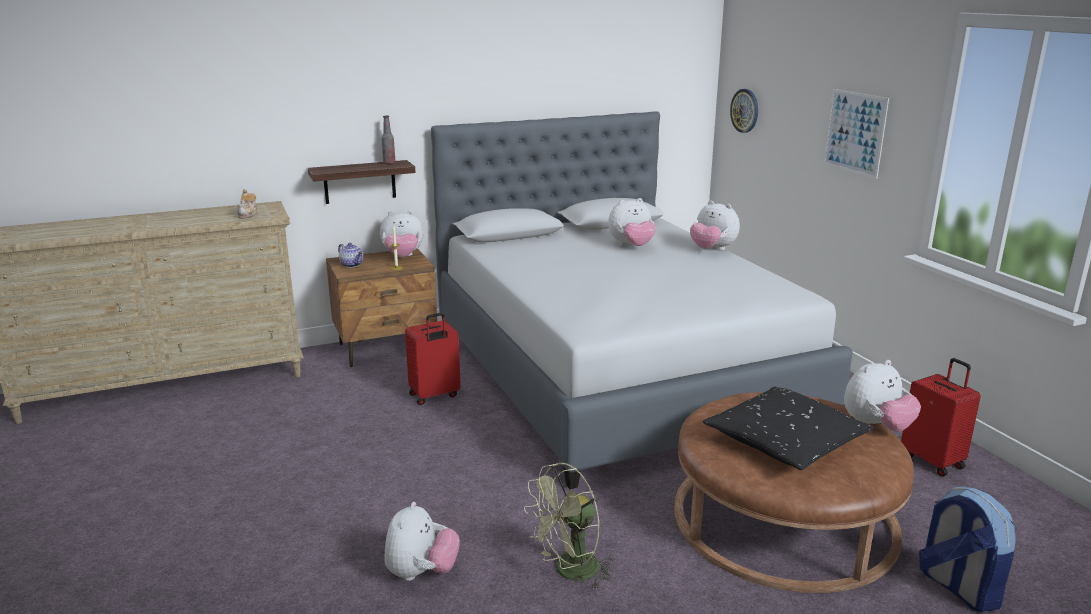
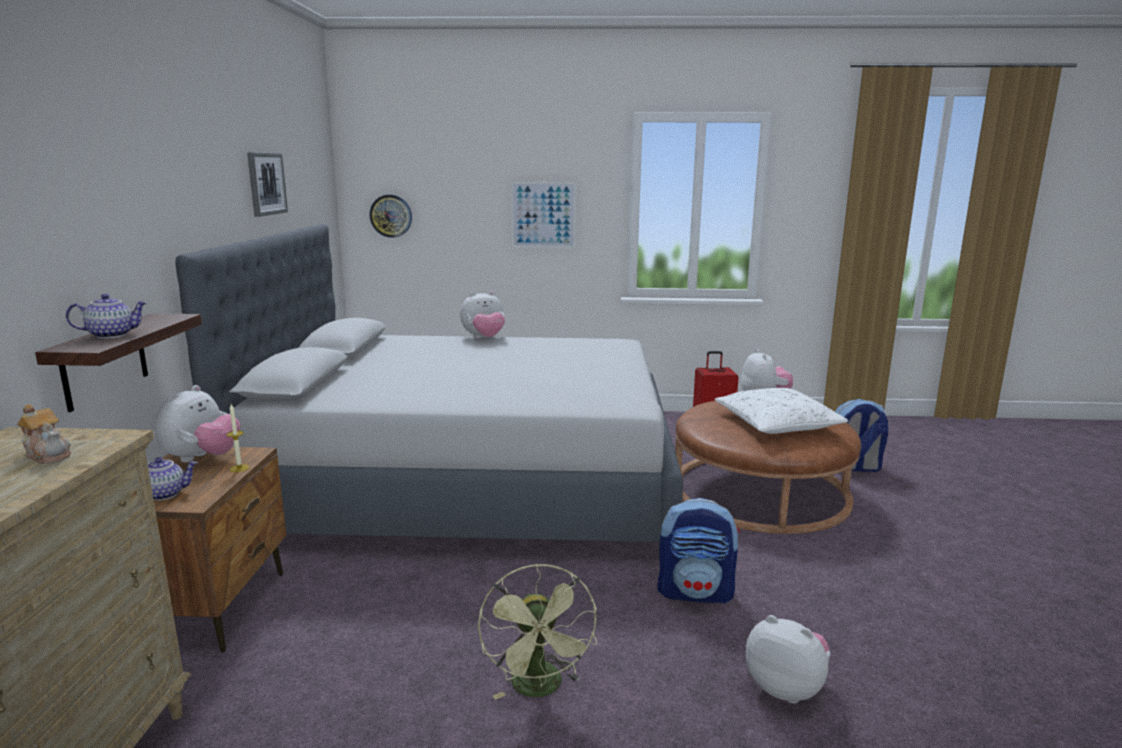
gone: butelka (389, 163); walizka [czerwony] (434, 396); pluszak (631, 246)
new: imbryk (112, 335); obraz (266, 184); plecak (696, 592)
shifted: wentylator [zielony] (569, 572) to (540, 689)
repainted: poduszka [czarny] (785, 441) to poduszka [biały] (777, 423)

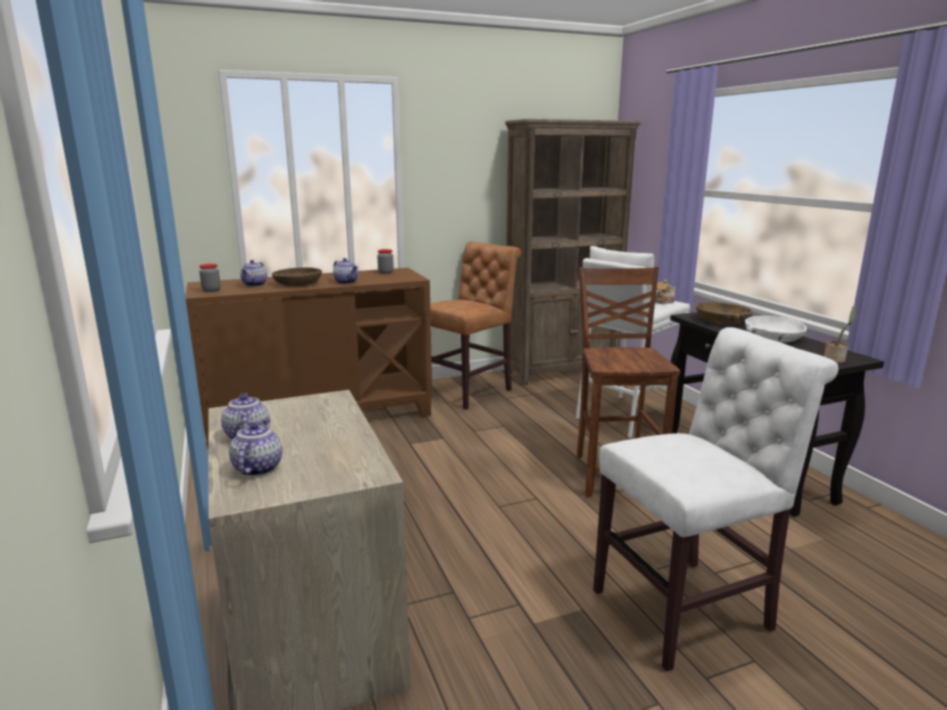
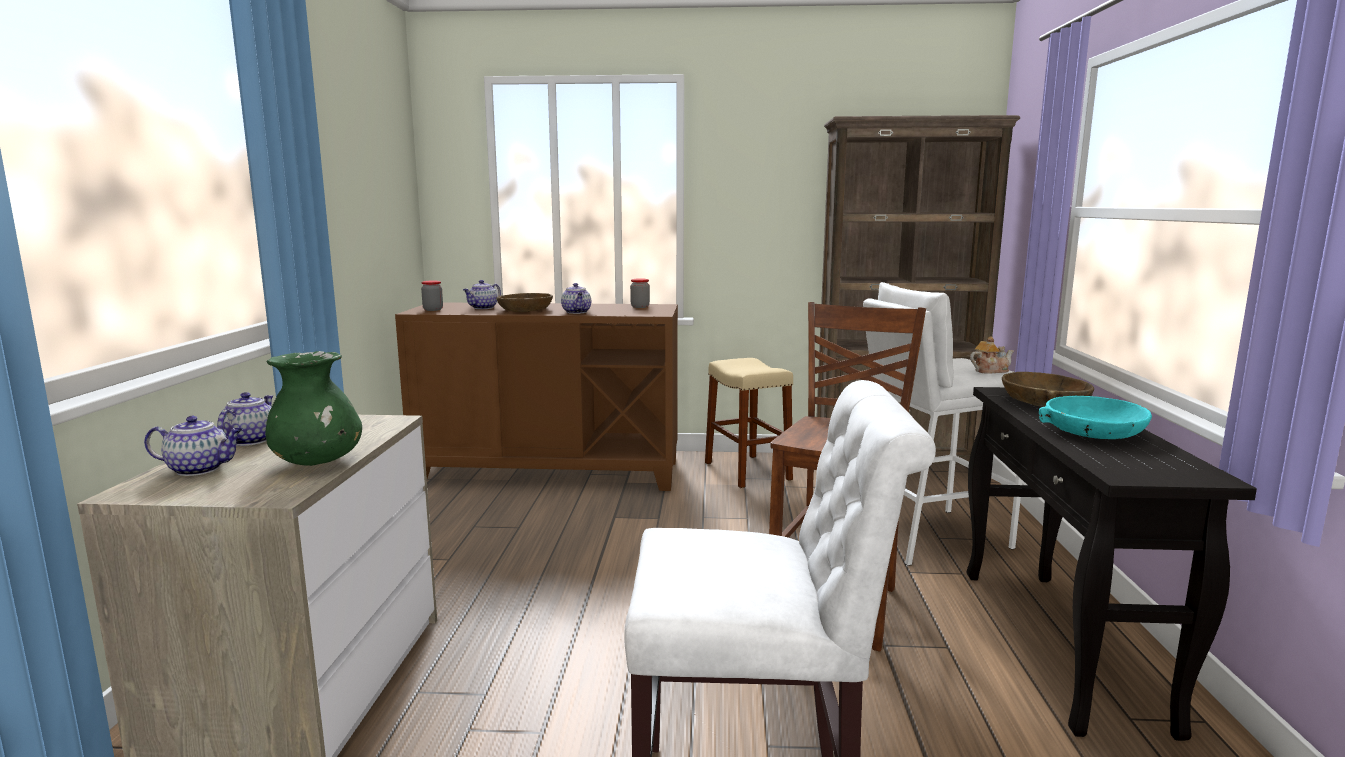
gone: roślina doniczkowa (835, 360)
new: wazon [zielony] (318, 462)
swapped: krzesło [brązowy] (470, 391) to stołek [beżowy] (747, 471)
repainted: miska [biały] (773, 338) to miska [turkusowy] (1093, 431)
rotated: imbryk (257, 467) = (200, 469) 60 degrees clockwise

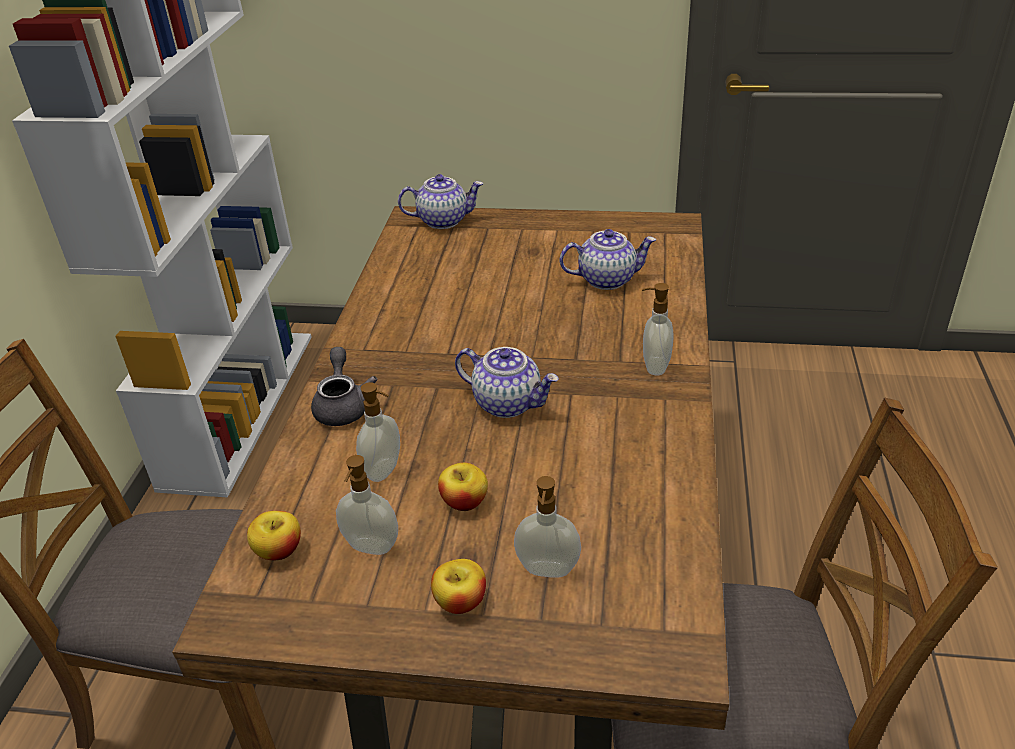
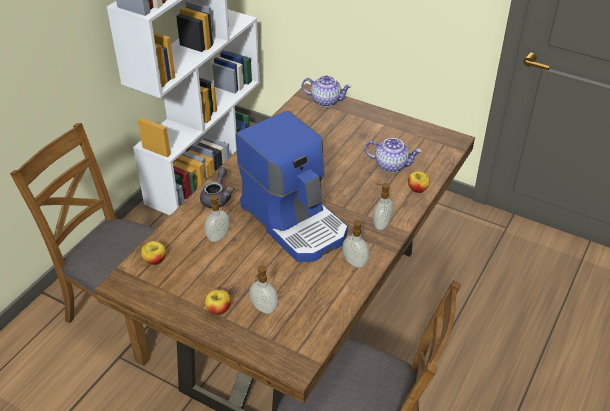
shifted: dozownik mydła (370, 547) to (354, 263); jabłko (464, 502) to (417, 189)
swapped: imbryk (508, 403) to ekspres do kawy (295, 221)

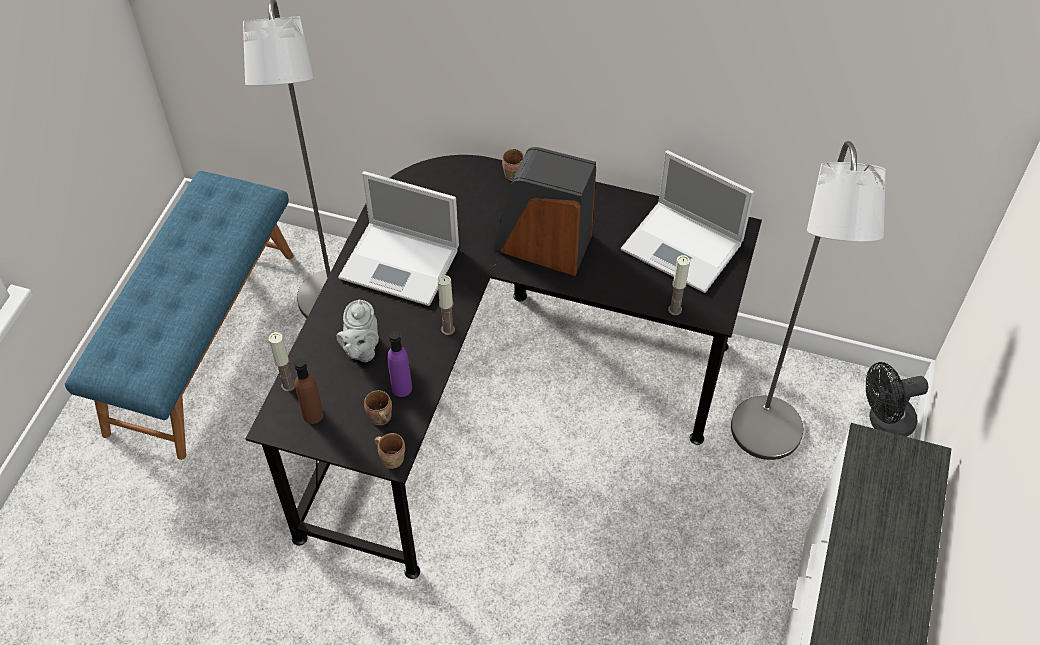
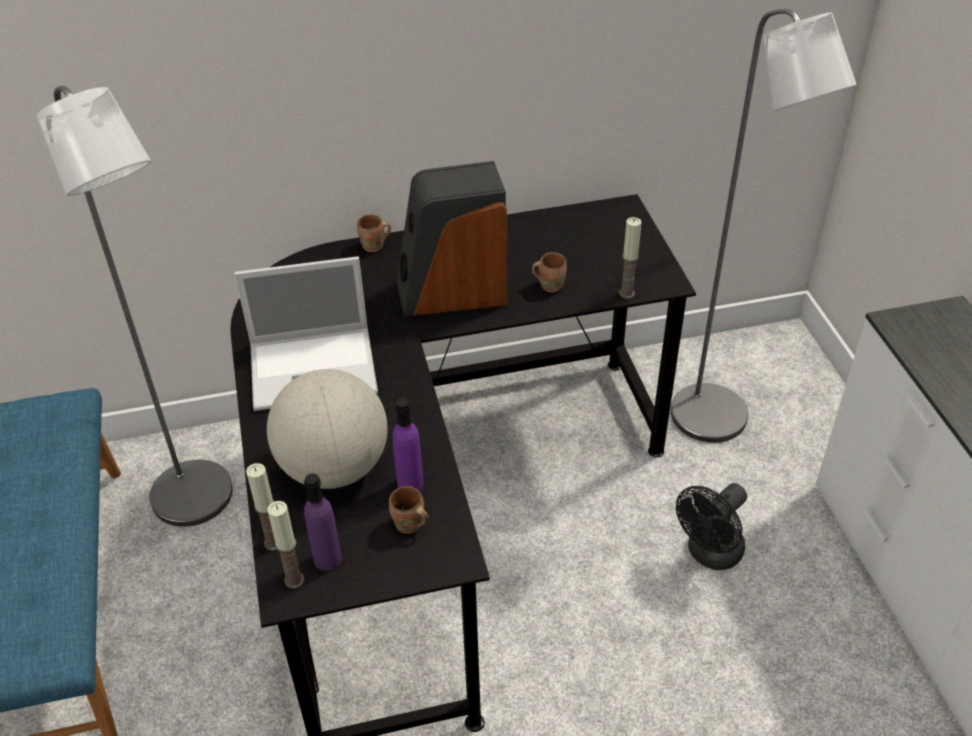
gone: laptop (684, 247)
shifted: kubek [brązowy] (392, 458) to (550, 284); świeca (448, 329) to (294, 580); wentylator [czarny] (884, 422) to (709, 554)
swapped: imbryk [szary] (361, 349) to globus (334, 467)
repainted: butelka [brązowy] (313, 415) to butelka [fioletowy] (327, 559)

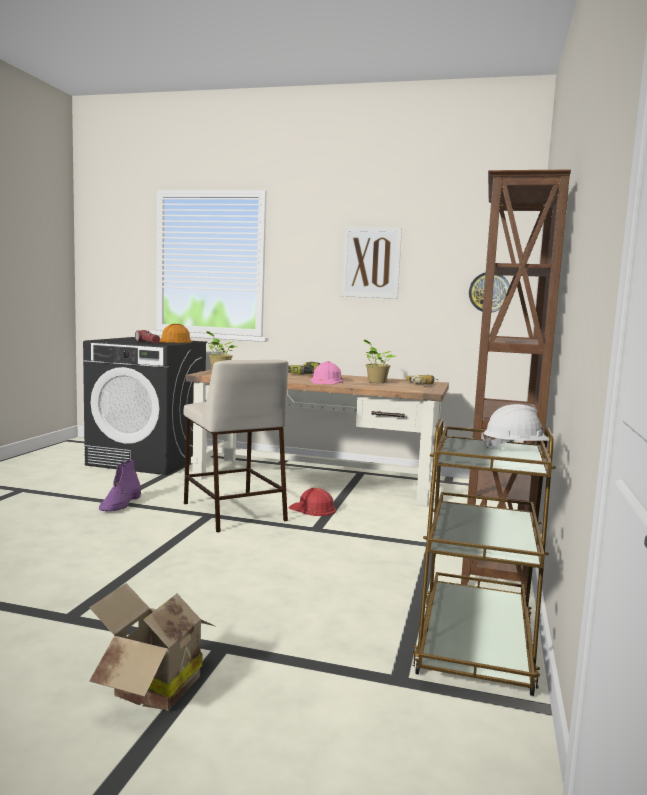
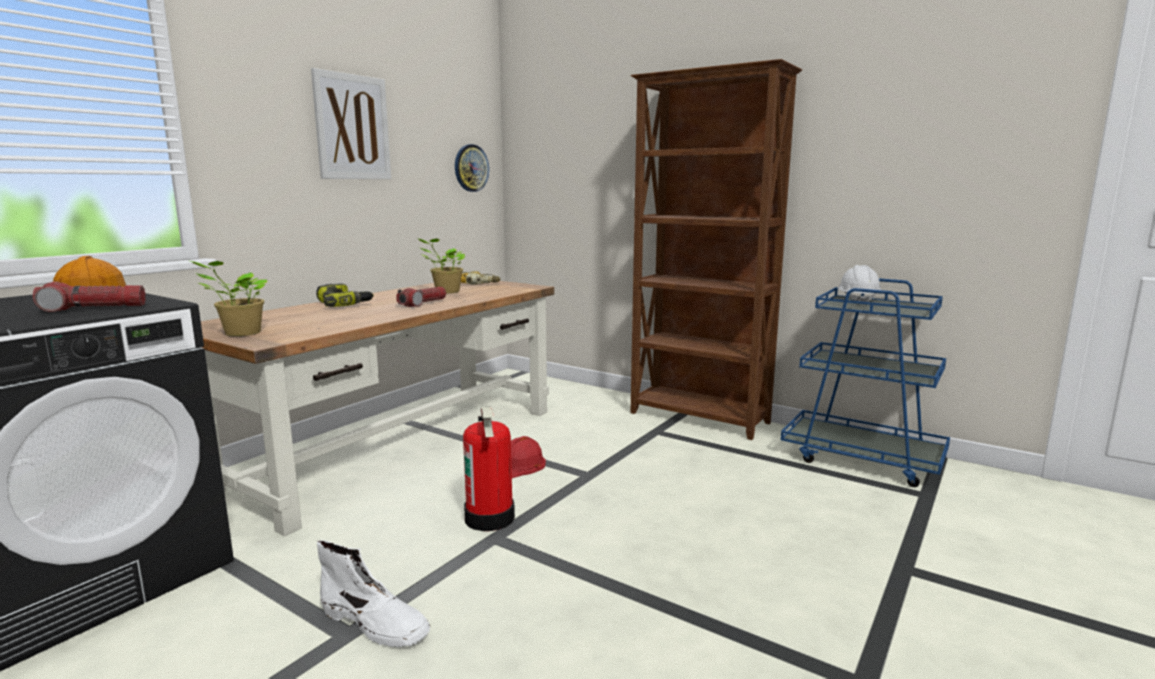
gone: karton (151, 688)
swapped: stołek [beżowy] (233, 511) to gaśnica (490, 518); kask [różowy] (326, 381) to latarka (423, 303)
repainted: but z cholewką [fioletowy] (120, 505) to but z cholewką [biały] (375, 624); wózek [brązowy] (475, 647) to wózek [niebieski] (862, 458)

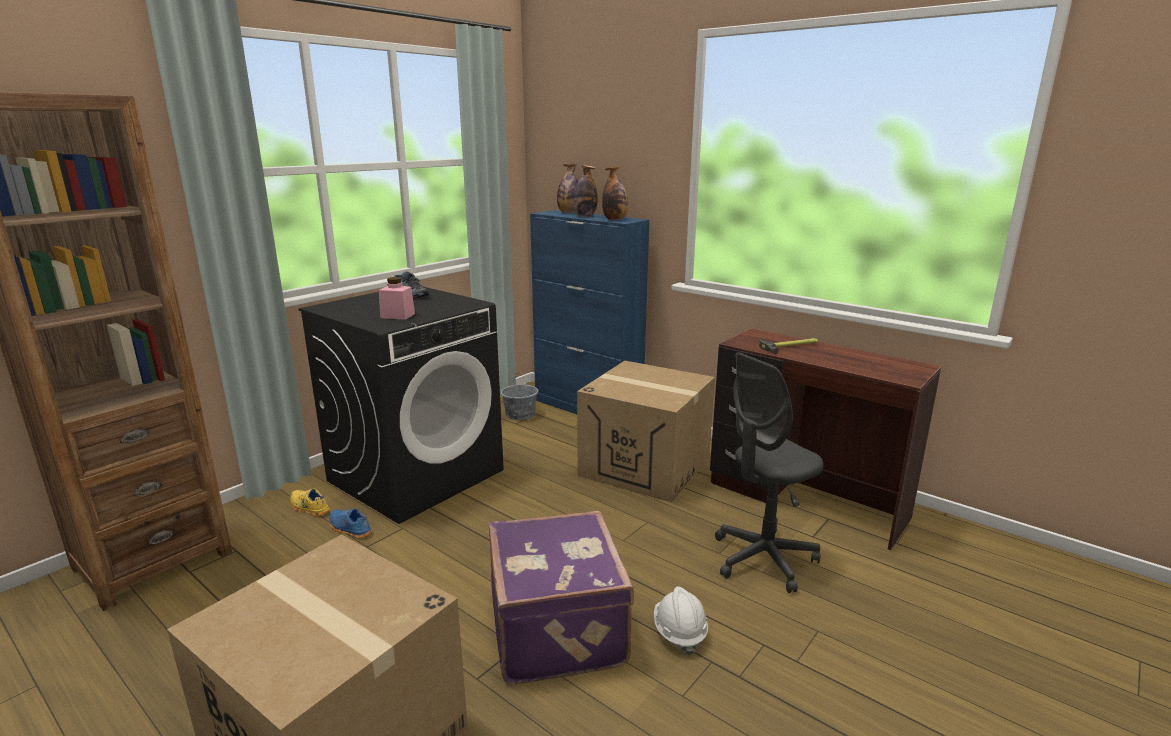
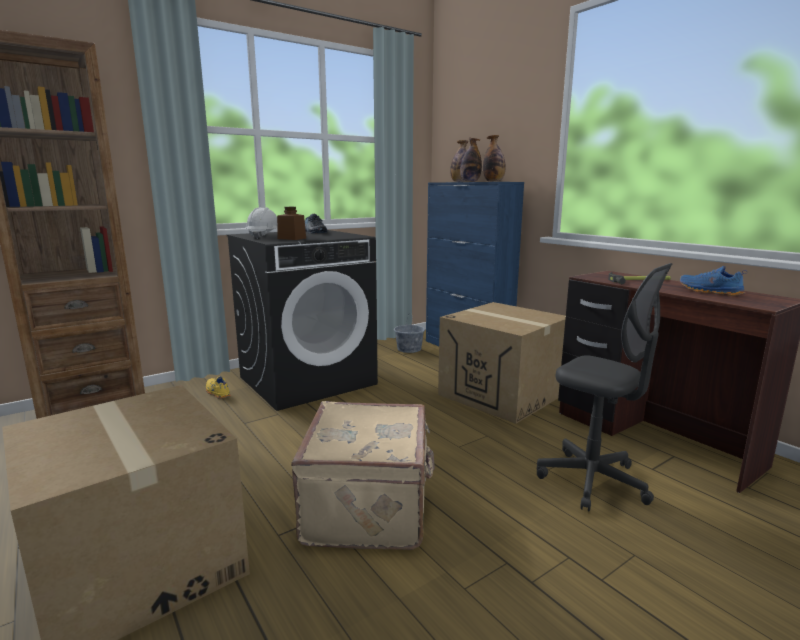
shifted: but [niebieski] (349, 529) to (709, 292); kask [biały] (679, 632) to (264, 237)
repainted: słoik [różowy] (397, 315) to słoik [brązowy] (292, 238); walizka [fioletowy] (559, 628) to walizka [beżowy] (370, 507)
rotated: krzesło biurowe [szary] (763, 559) = (592, 481) 120 degrees counterclockwise

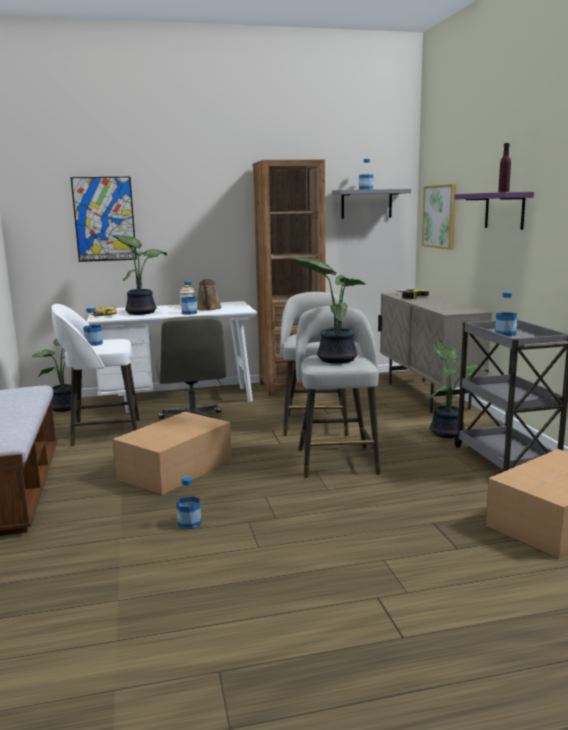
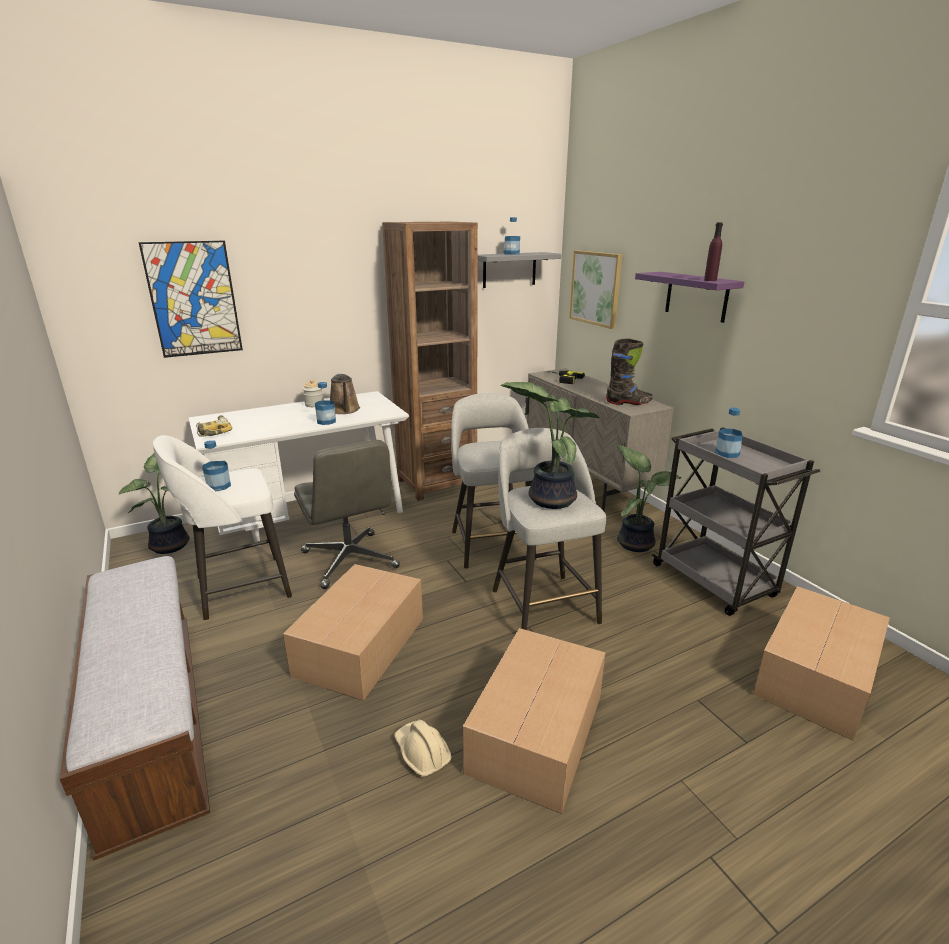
gone: roślina doniczkowa (141, 312)
new: karton (538, 731); but z cholewką [czarny] (628, 403)
swapped: butelka (189, 523) to kask [beżowy] (421, 752)

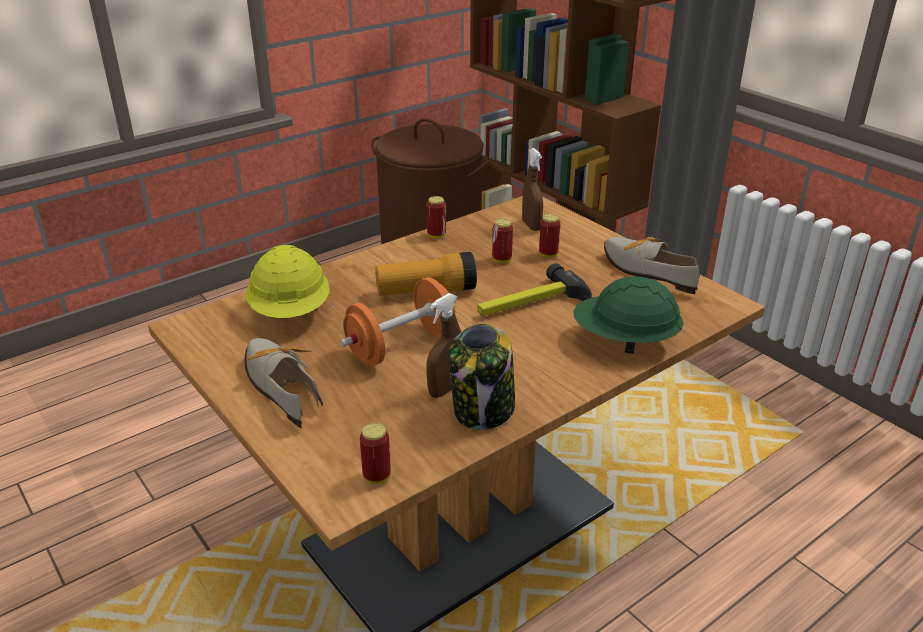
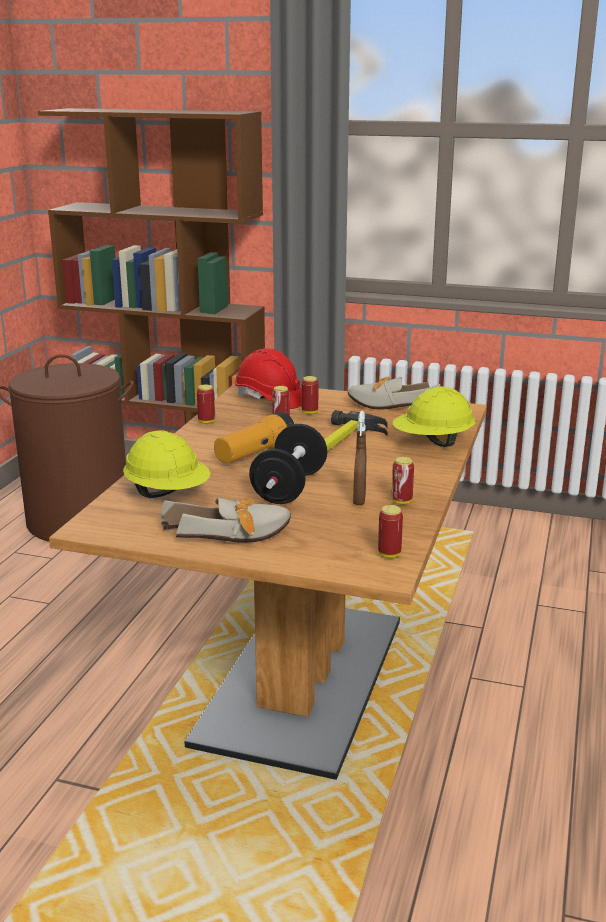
swapped: słoik (483, 410) to puszka (401, 501); spryskiwacz [brązowy] (531, 226) to kask [czerwony] (270, 399)
repainted: hantel [pomarańczowy] (401, 346) to hantel [czarny] (289, 488); kask [zielony] (624, 341) to kask [żółty] (433, 443)
rotated: but (281, 384) = (235, 534) 150 degrees clockwise

